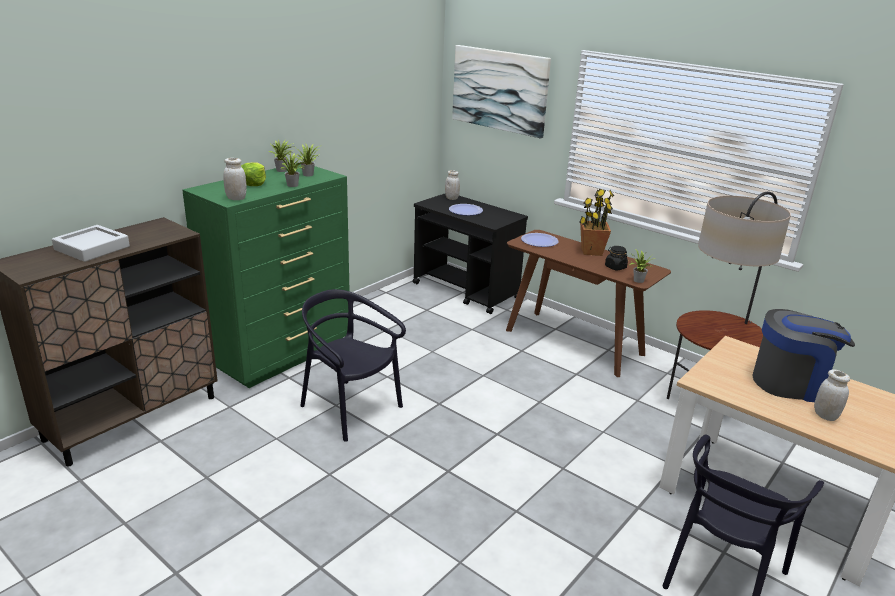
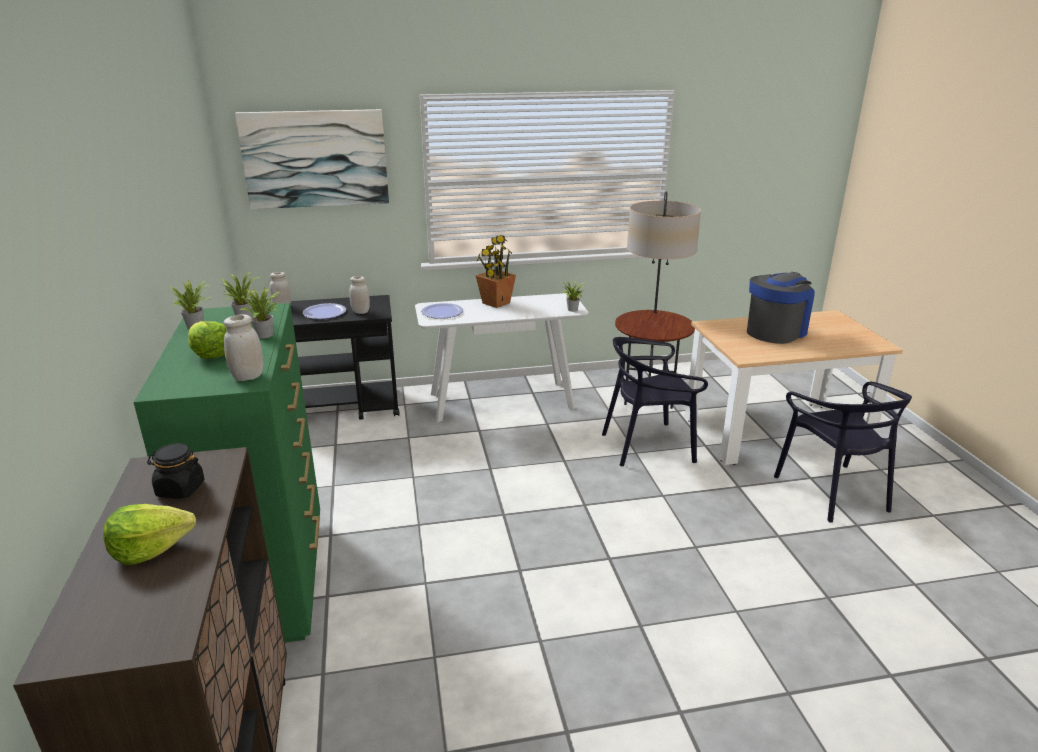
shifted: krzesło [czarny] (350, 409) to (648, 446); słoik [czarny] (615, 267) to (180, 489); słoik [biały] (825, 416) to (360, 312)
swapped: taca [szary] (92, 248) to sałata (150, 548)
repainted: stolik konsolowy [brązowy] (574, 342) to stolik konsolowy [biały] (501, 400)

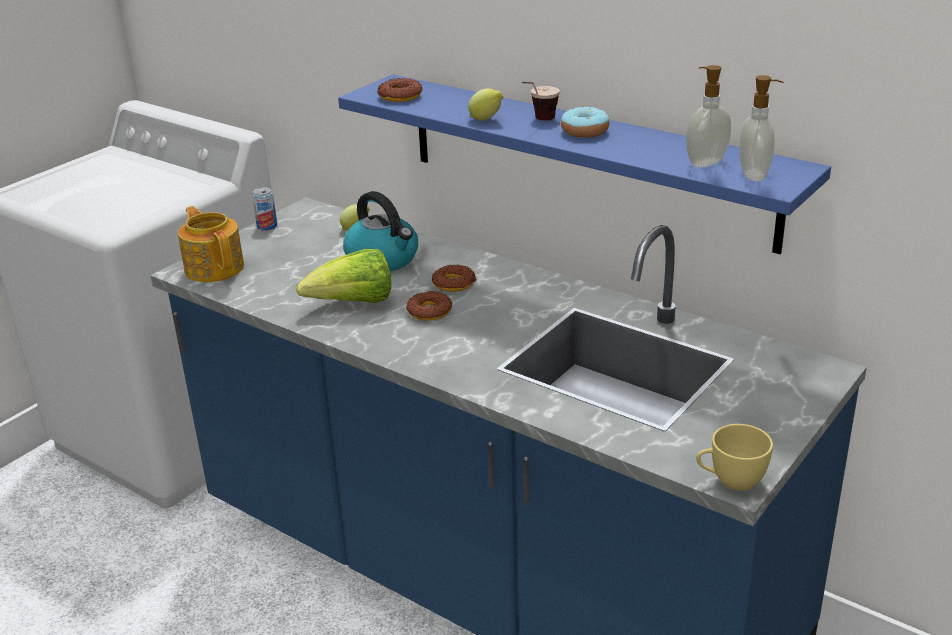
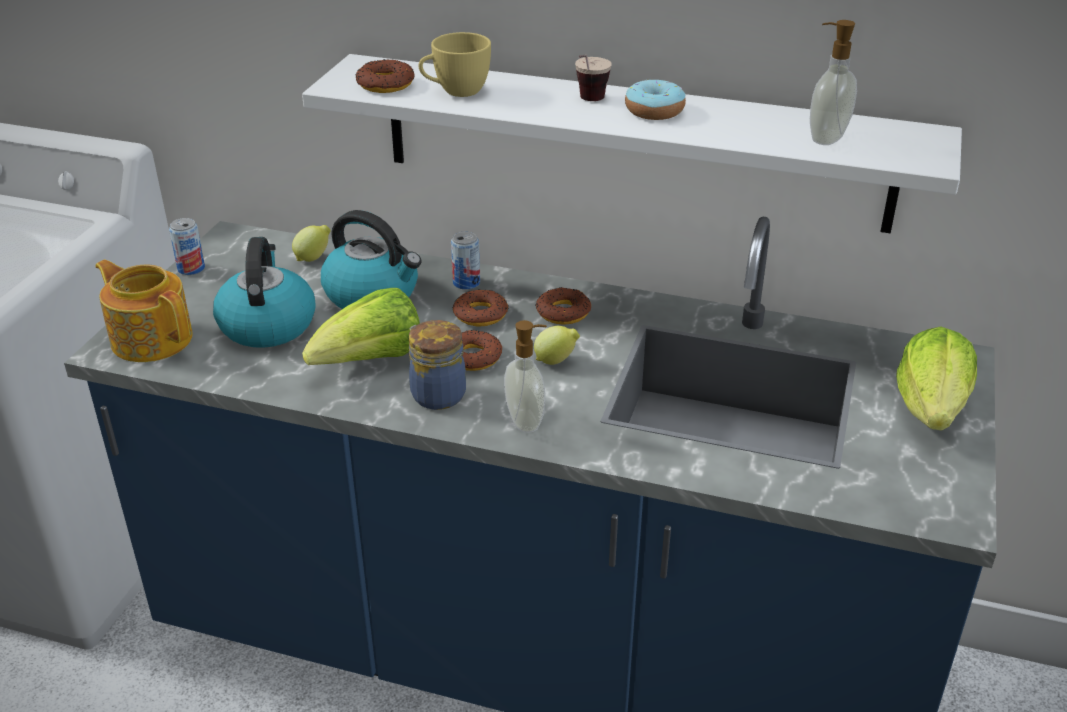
new: czajnik (267, 324); słoik (436, 394); puszka (466, 283); donut (563, 312); sałata (931, 409)
shifted: cytryna (486, 120) to (556, 361); filiżanka [żółty] (730, 481) to (455, 91); dozownik mydła (755, 175) to (526, 421)
repainted: półka [niebieski] (585, 159) to półka [biały] (632, 142)

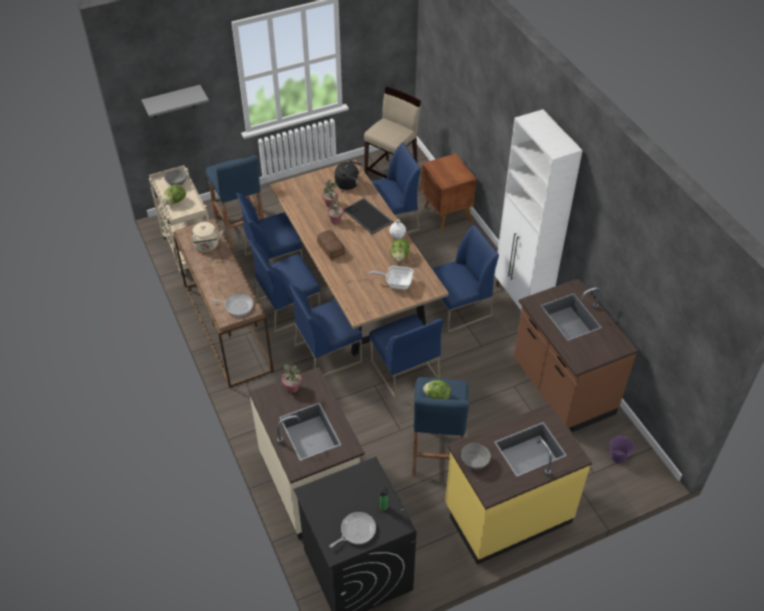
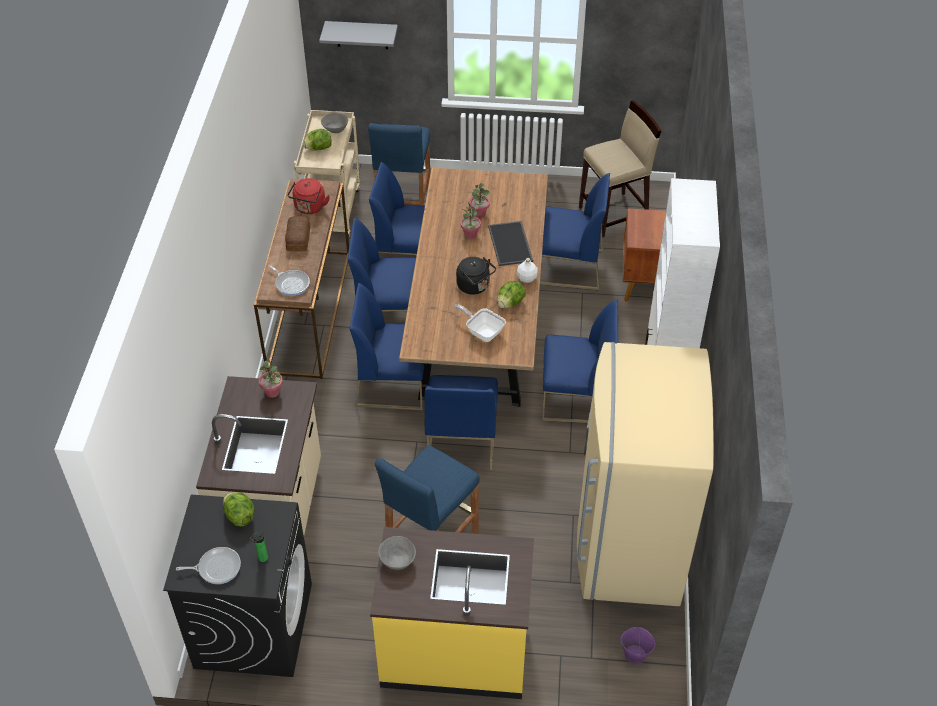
shifted: chleb (330, 249) to (297, 239); czajnik [czarny] (349, 184) to (475, 286); sałata (437, 397) to (239, 516)
swapped: zabudowa kuchenna [brązowy] (561, 389) to lodówka [beżowy] (628, 545)
repainted: czajnik [beżowy] (207, 246) to czajnik [czerwony] (309, 208)

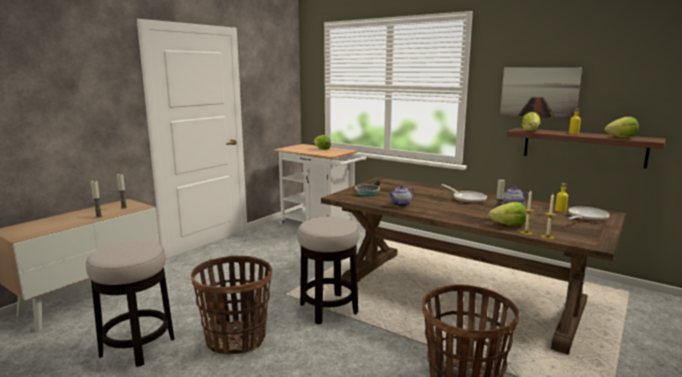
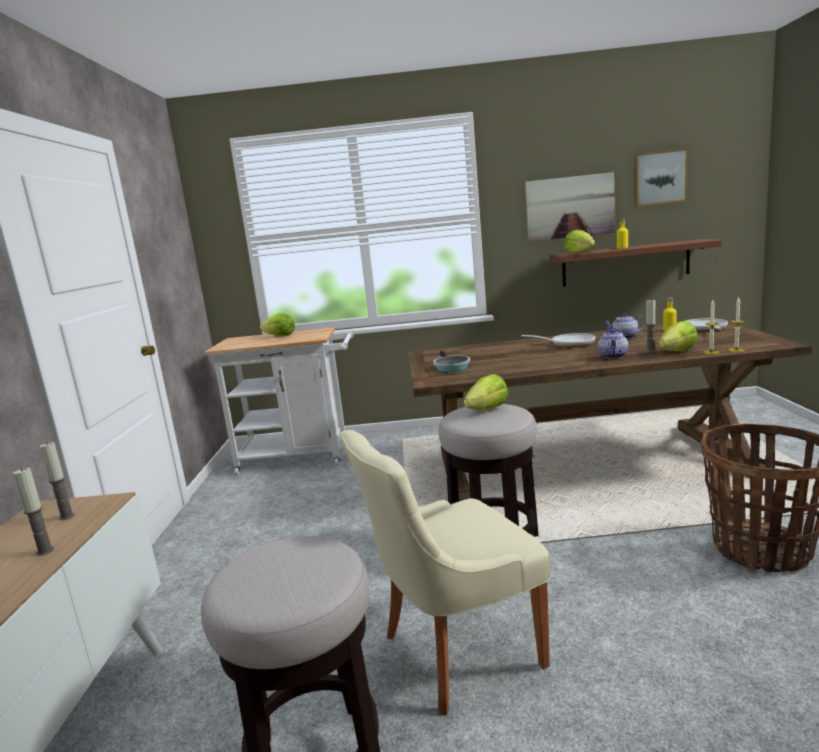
new: obraz (659, 178)
shifted: imbryk (400, 205) to (613, 356); sałata (621, 137) to (487, 409)
swapped: koszyk (236, 339) to krzesło [beżowy] (456, 651)

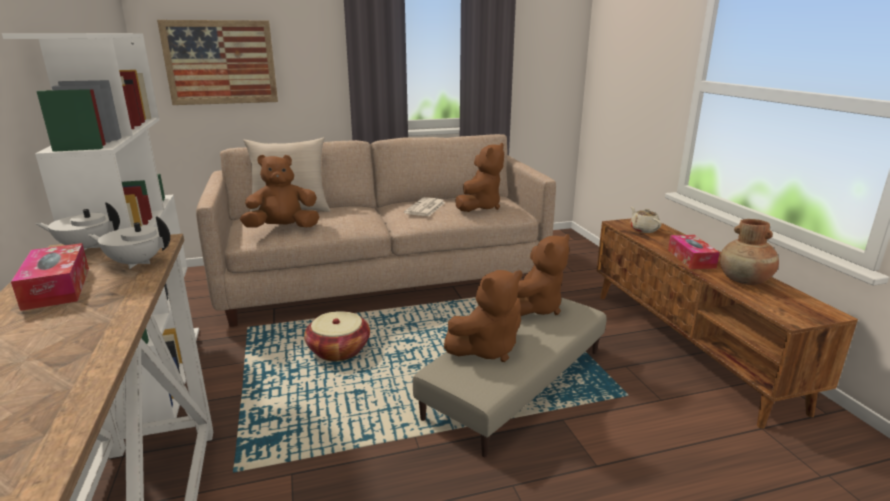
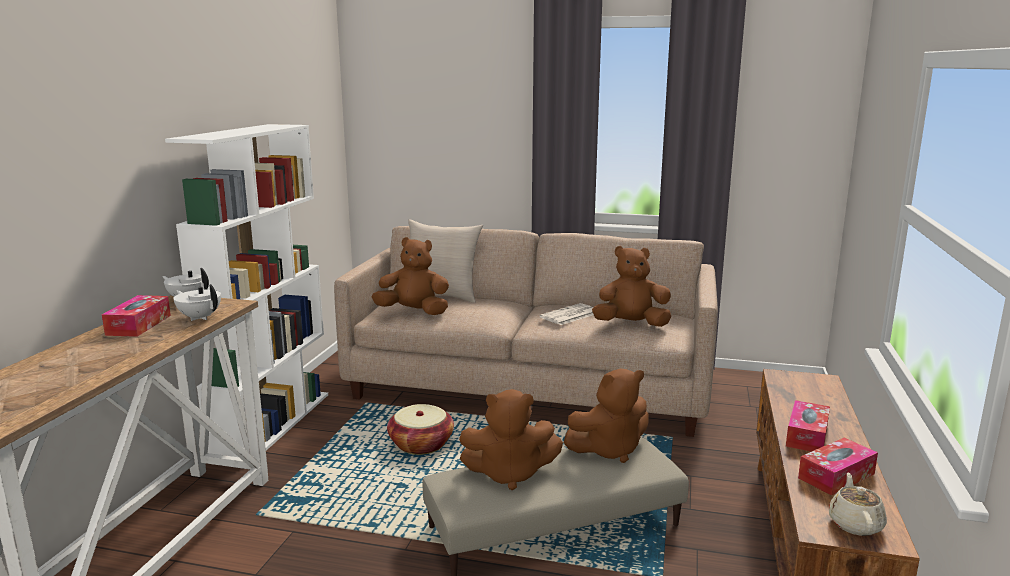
gone: obraz (220, 62)
shifted: imbryk [beżowy] (643, 229) to (855, 524)
swapped: wazon [brązowy] (744, 280) to pudełko chusteczek (836, 476)
rotated: pluszak [brązowy] (480, 207) = (631, 324) 150 degrees counterclockwise

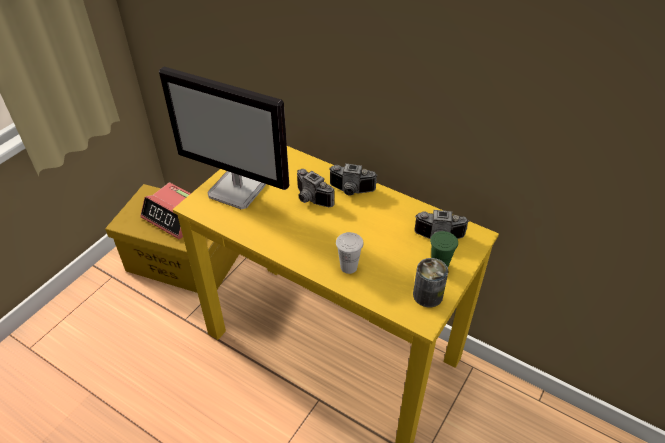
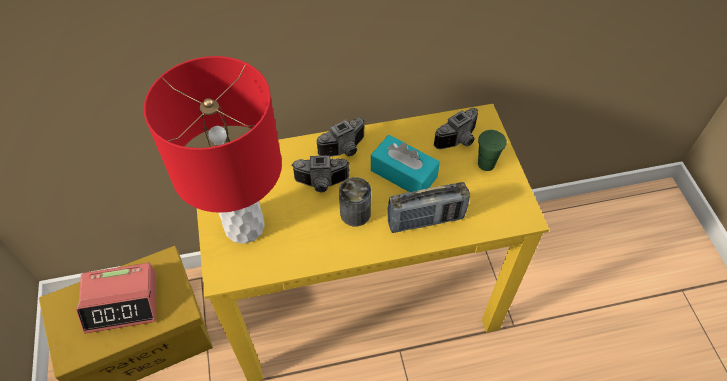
new: pudełko chusteczek [turkusowy] (403, 174)
shifted: puszka (427, 295) to (355, 213)
swapped: monitor (238, 190) to lampa stołowa [czerwony] (245, 226); filiżanka [biały] (348, 267) to radio (425, 220)

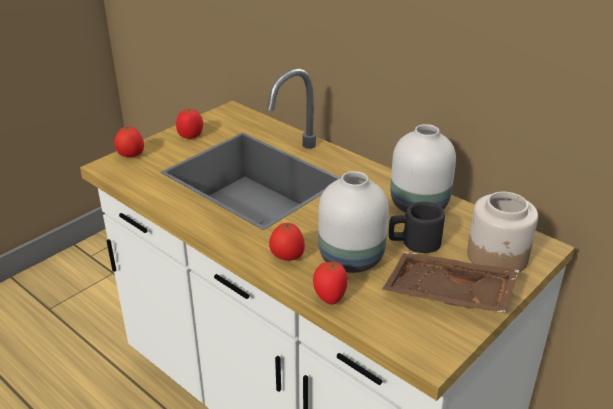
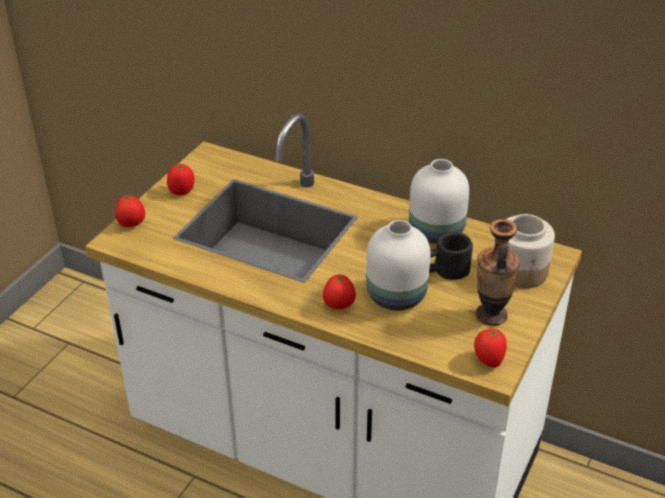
shifted: pomidor (329, 297) to (488, 361)
swapped: taca [brązowy] (447, 295) to wazon (491, 315)

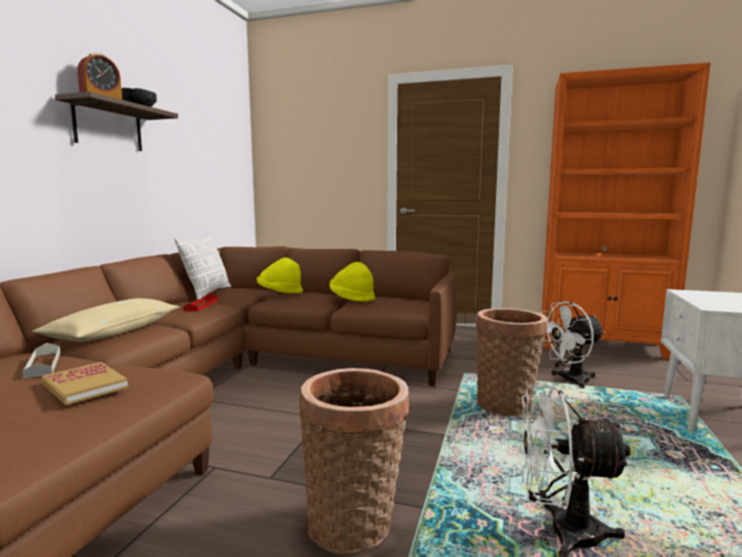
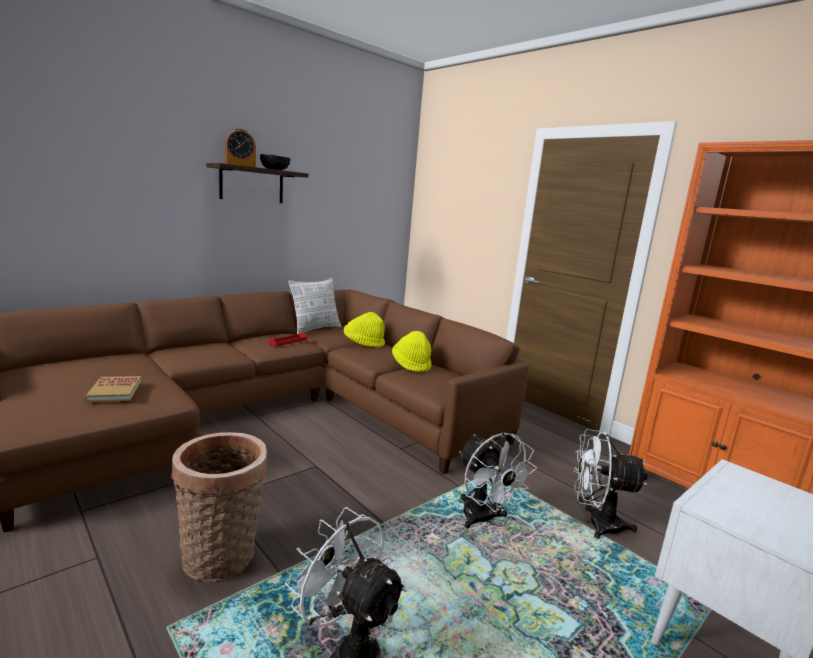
gone: taca [szary] (43, 364); poduszka [beżowy] (114, 332)
swapped: koszyk (506, 404) to wentylator [biały] (483, 520)

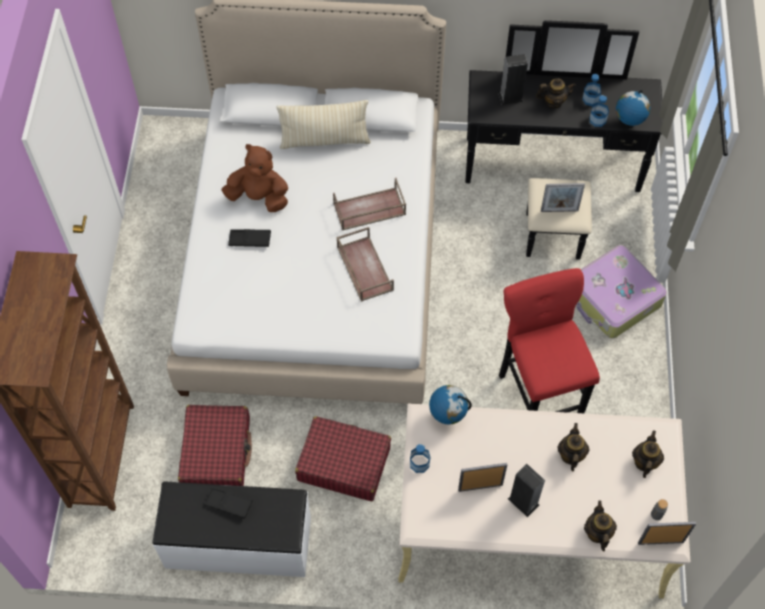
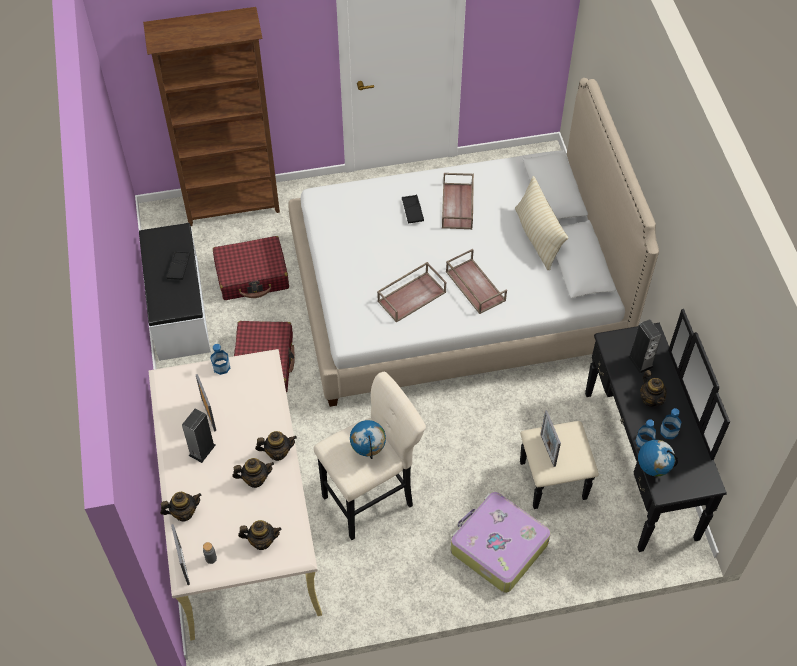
new: imbryk (277, 452)
shifted: globus (447, 416) to (368, 451)
swapped: pluszak [brązowy] (259, 197) to taca [brązowy] (458, 206)
repainted: stołek [czerwony] (538, 394) to stołek [beżowy] (371, 498)

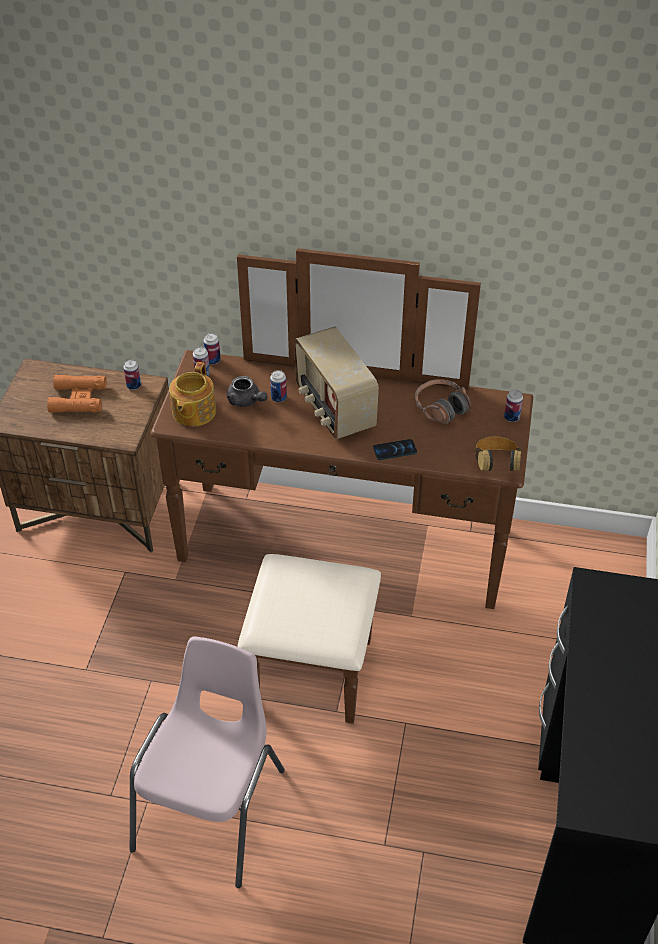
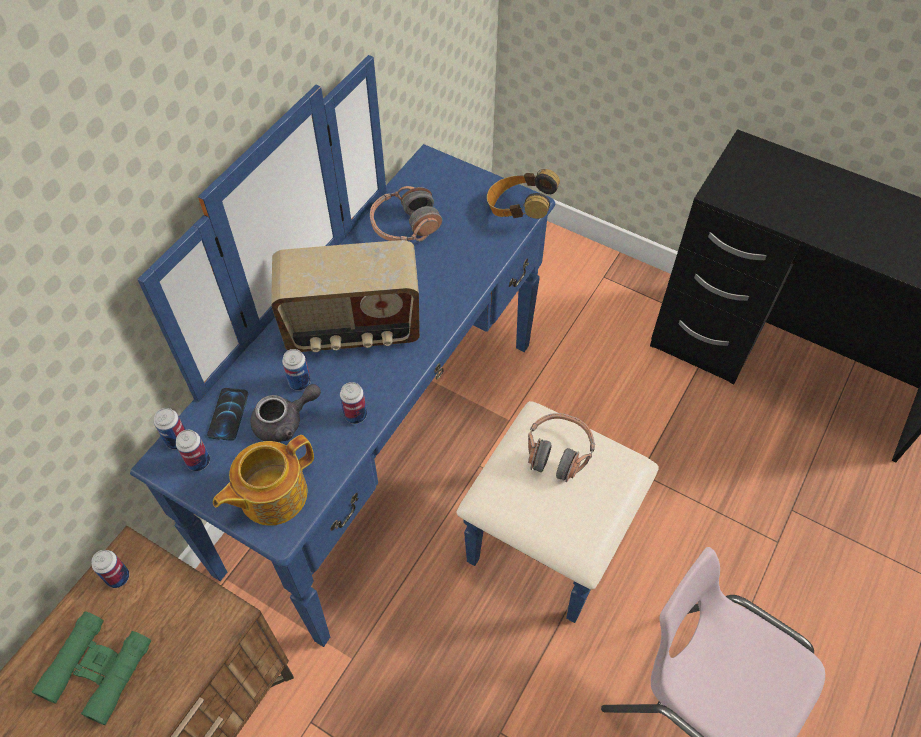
new: słuchawki (558, 452)
shifted: telefon (395, 450) to (228, 414); puszka (511, 417) to (355, 415)
repainted: lornetka [pomarańczowy] (78, 399) to lornetka [zielony] (98, 670); komoda [brązowy] (337, 572) to komoda [niebieski] (420, 470)
rotated: imbryk (193, 412) = (271, 494) 105 degrees clockwise

